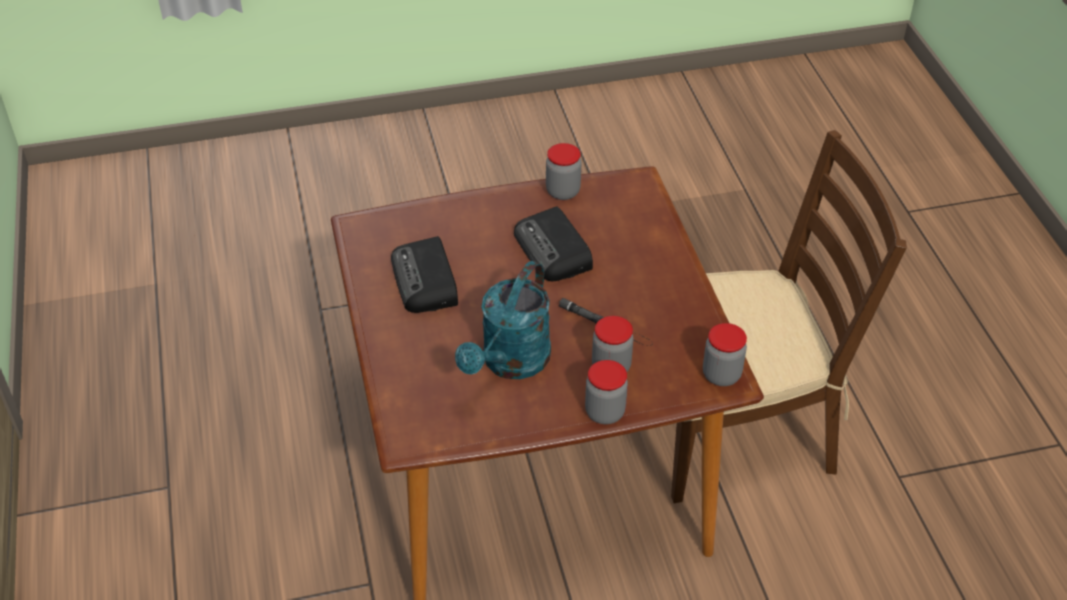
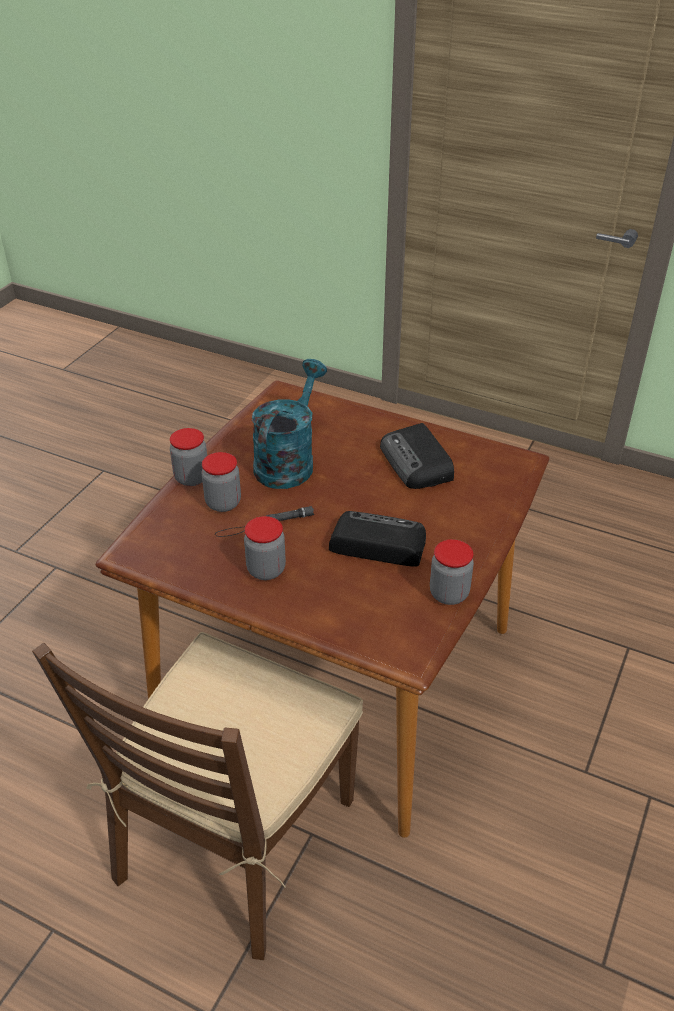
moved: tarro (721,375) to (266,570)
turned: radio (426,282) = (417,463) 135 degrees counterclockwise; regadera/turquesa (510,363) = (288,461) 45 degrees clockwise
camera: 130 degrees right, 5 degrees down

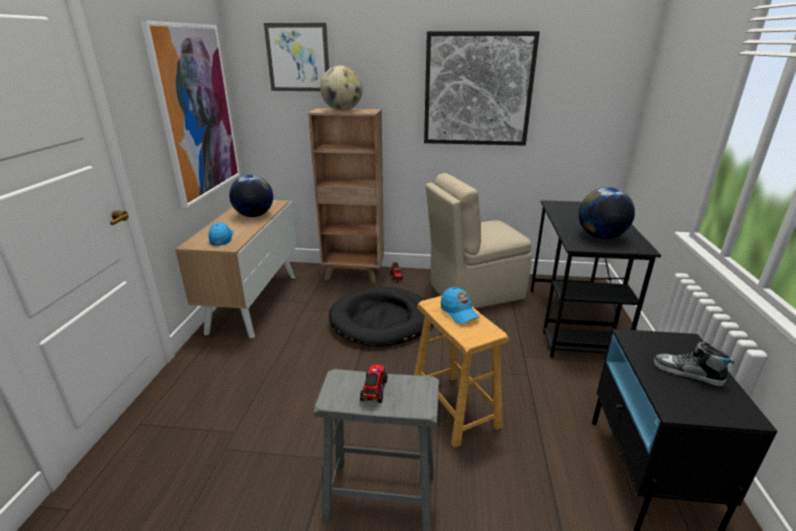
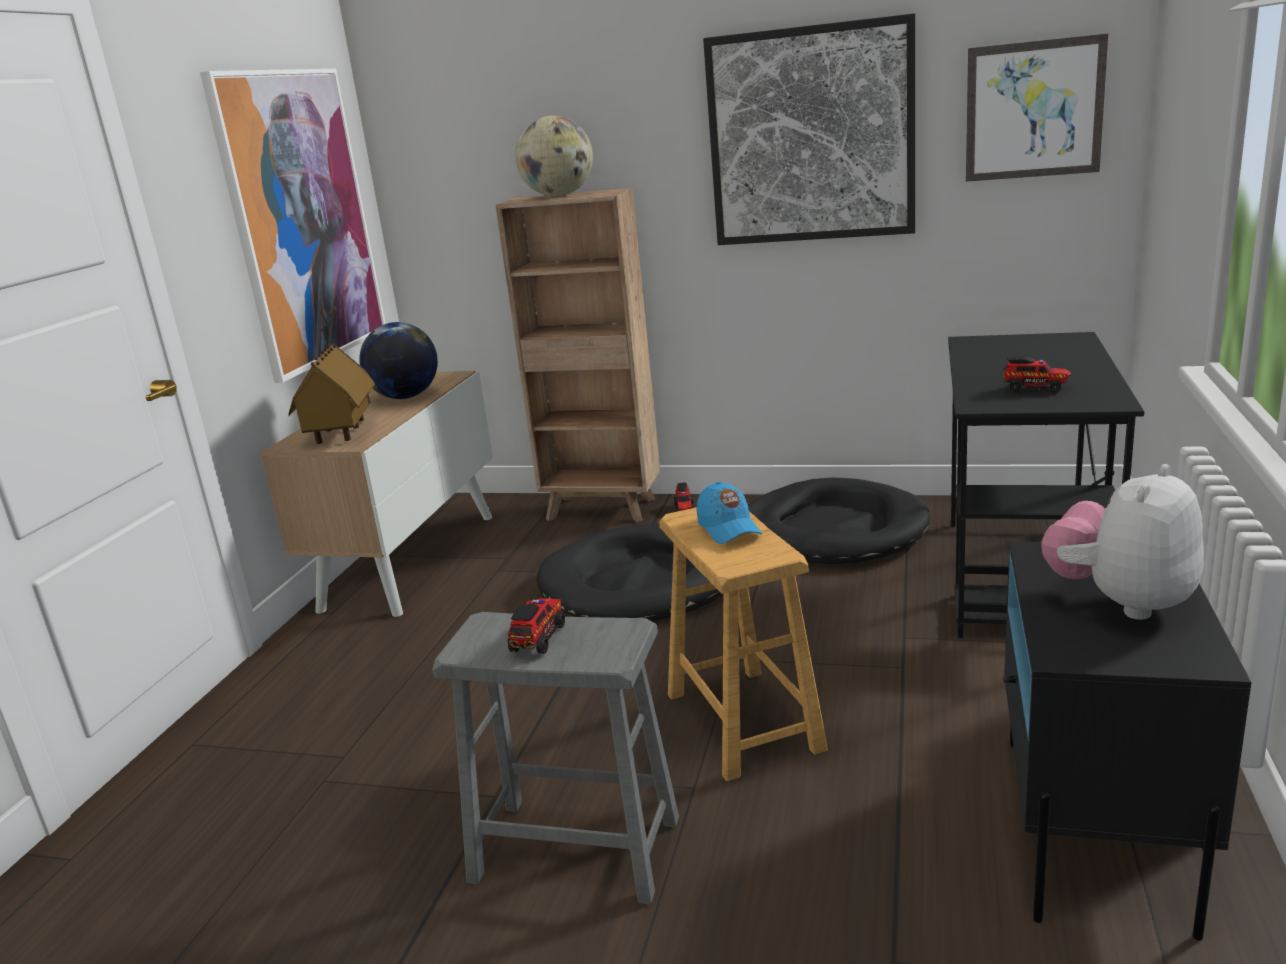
moved: cuadro (298,58) to (1033,110)
replaced: gorra/azul (221,238) to casita (340,433); silla/beis (473,292) to cama para perro/negro (832,530); globo terráqueo (600,237) to camión de juguete (1036,389); zapato (687,373) to peluche (1121,602)
camera: 10 degrees right, 5 degrees down

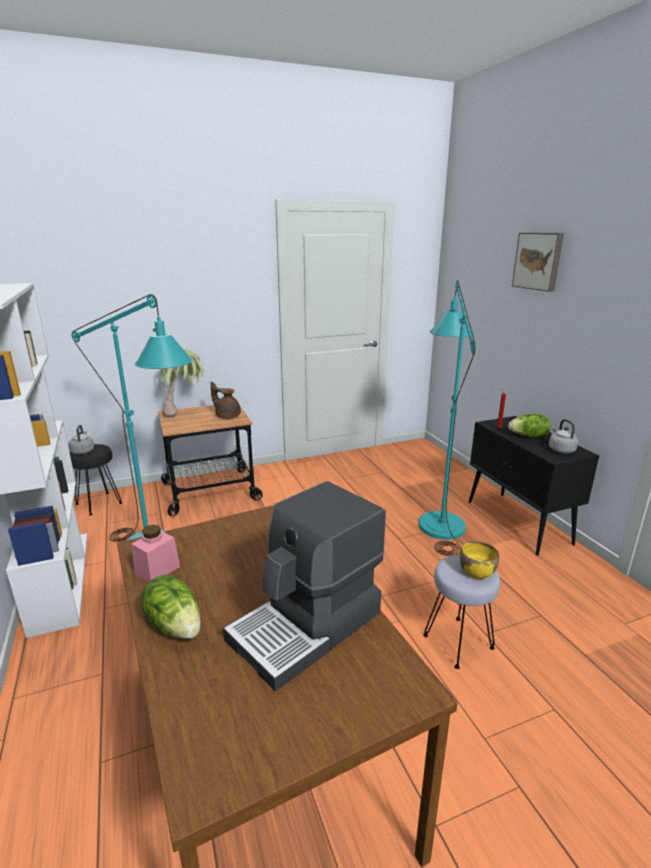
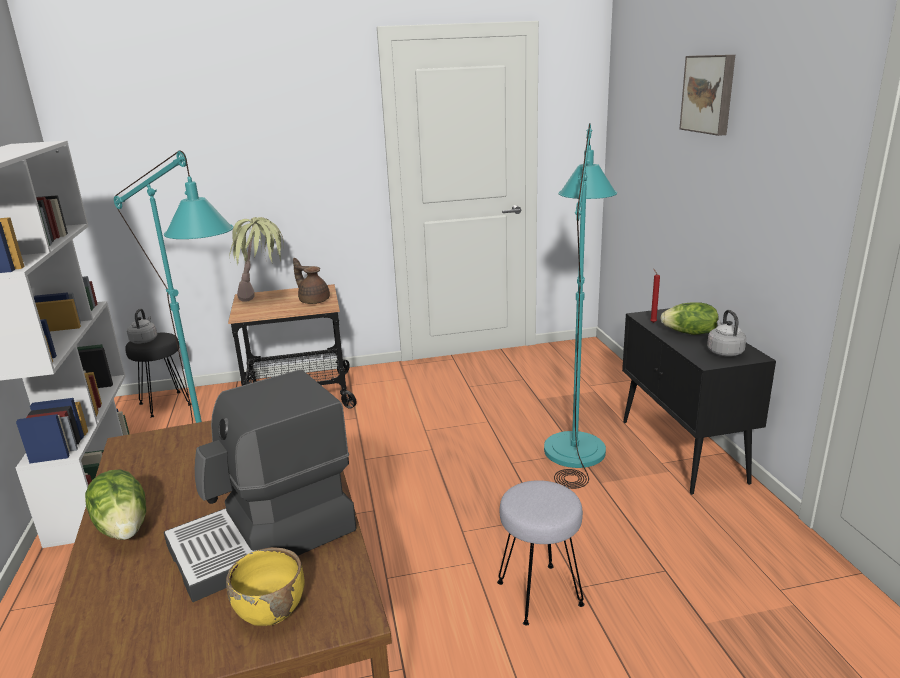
removed: tarro/rosa (157,570)
moved: cuenco/amarillo (476,572) to (271,609)
camera: 10 degrees right, 0 degrees up

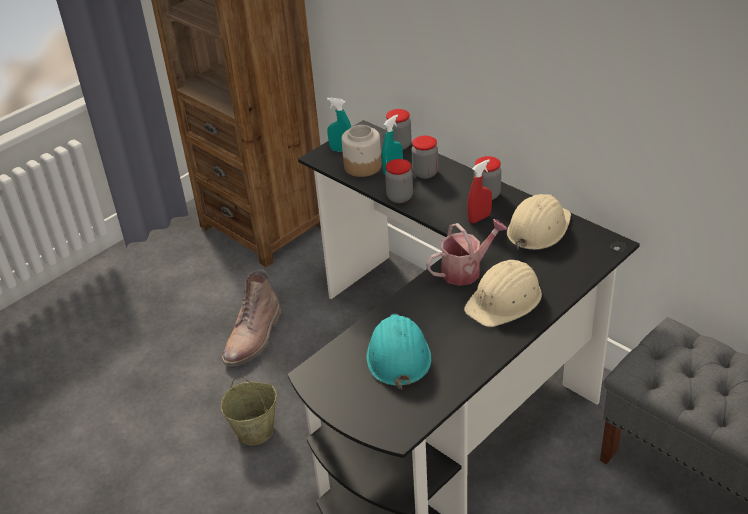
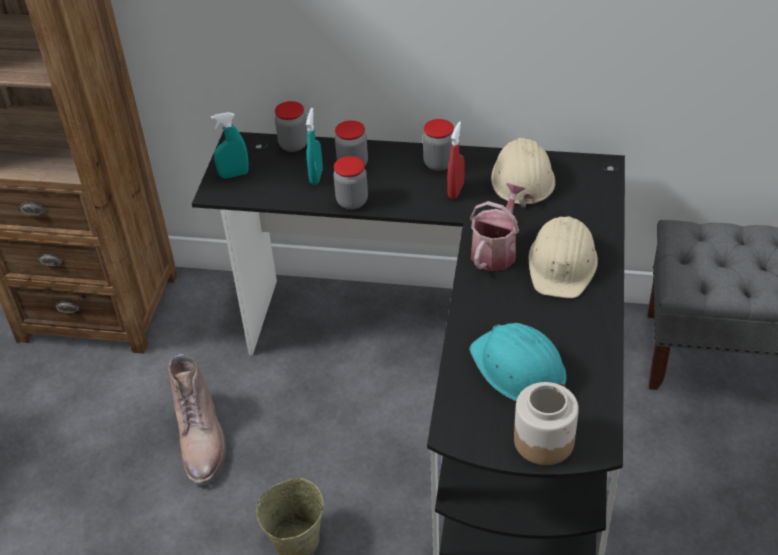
moved: tarro (363,166) to (544,440)
camera: 35 degrees left, 5 degrees up

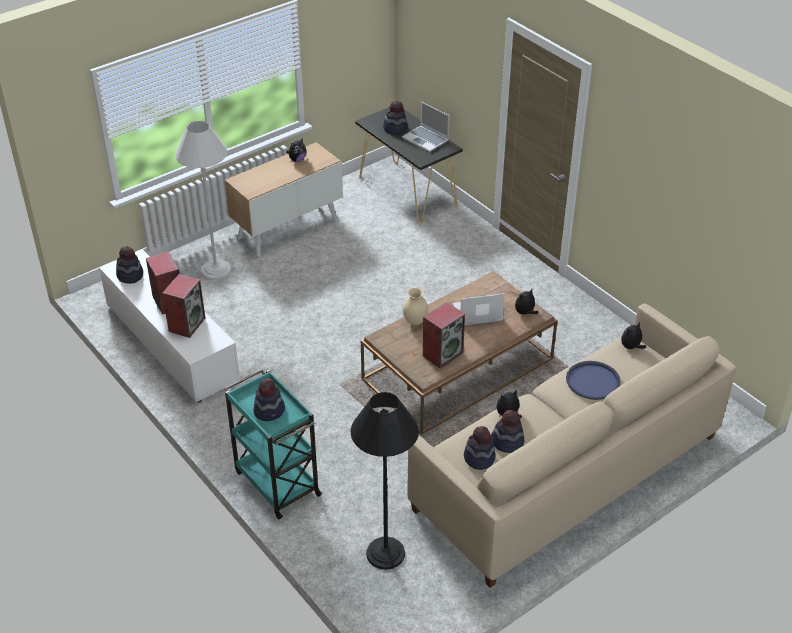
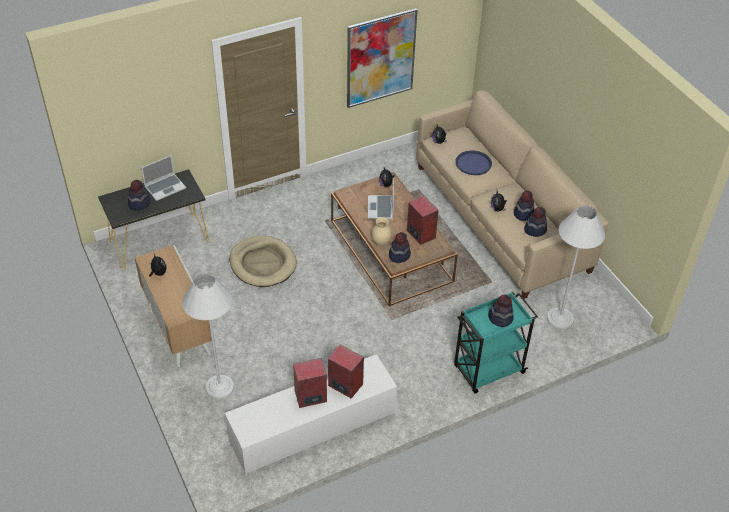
added: cama para perro/beis (263,264); cuadro (380,58)
moved: sombrero (130,275) to (399,255)
recoloured: lámpara de pie/negro (385,553) to lámpara de pie/blanco (560,318)
camera: 80 degrees left, 5 degrees up

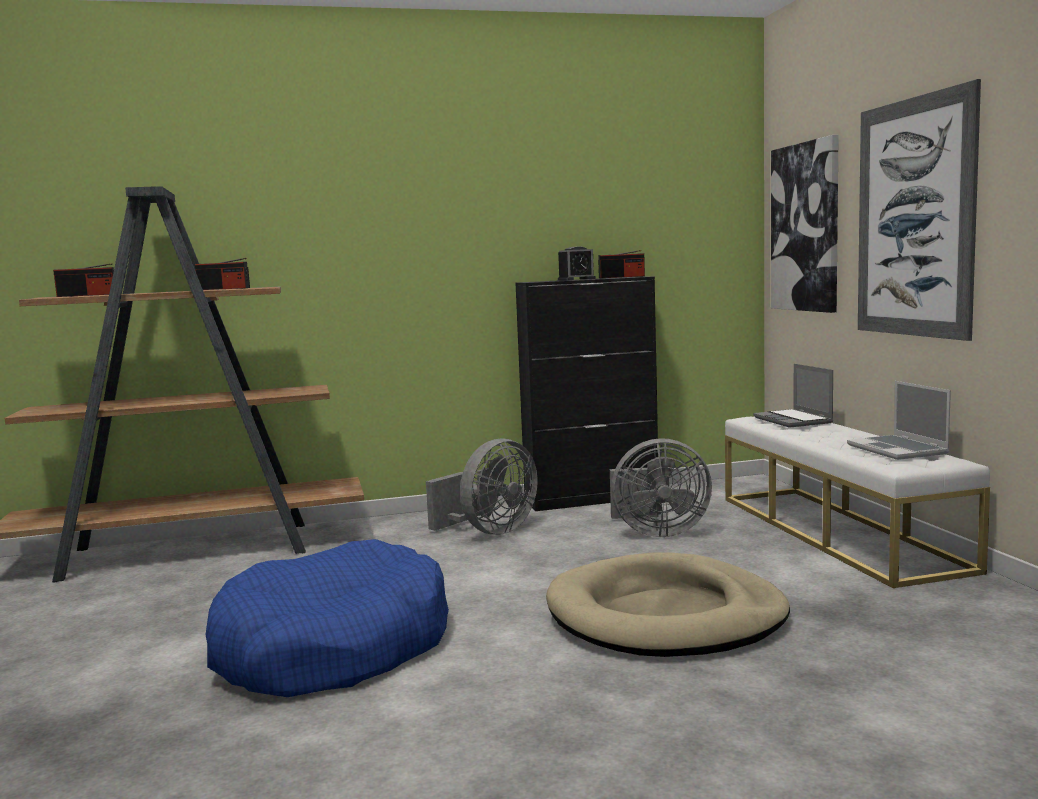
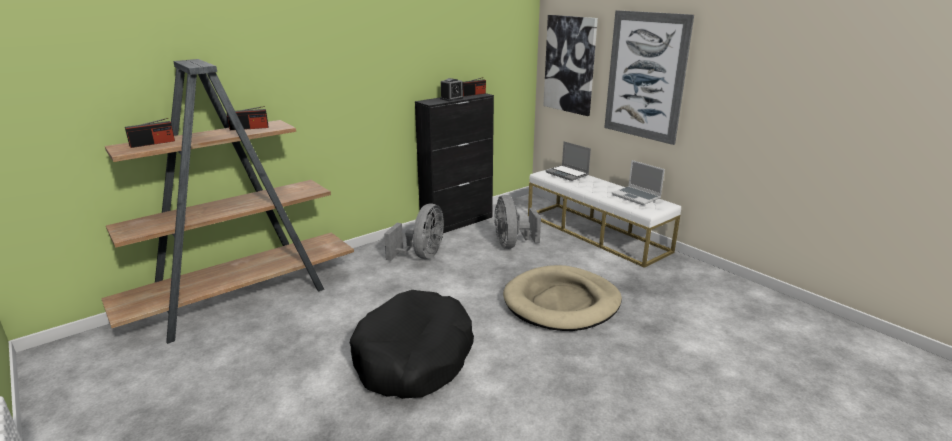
recoloured: cama para perro/azul (332,648) to cama para perro/negro (414,358)
turned: ventilador/gris (656,532) = (512,244) 105 degrees clockwise
camera: 25 degrees left, 15 degrees up

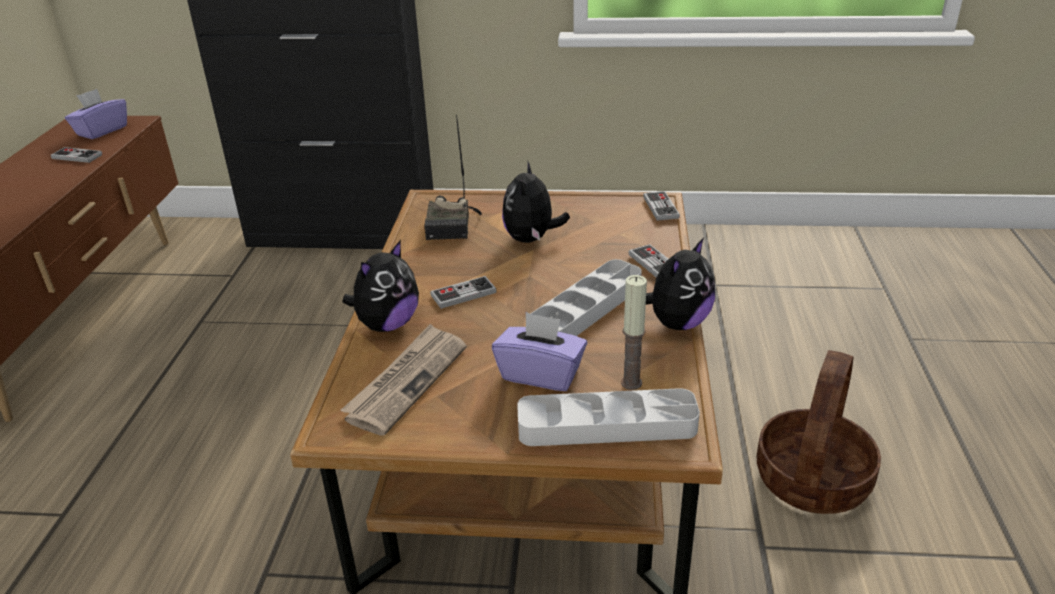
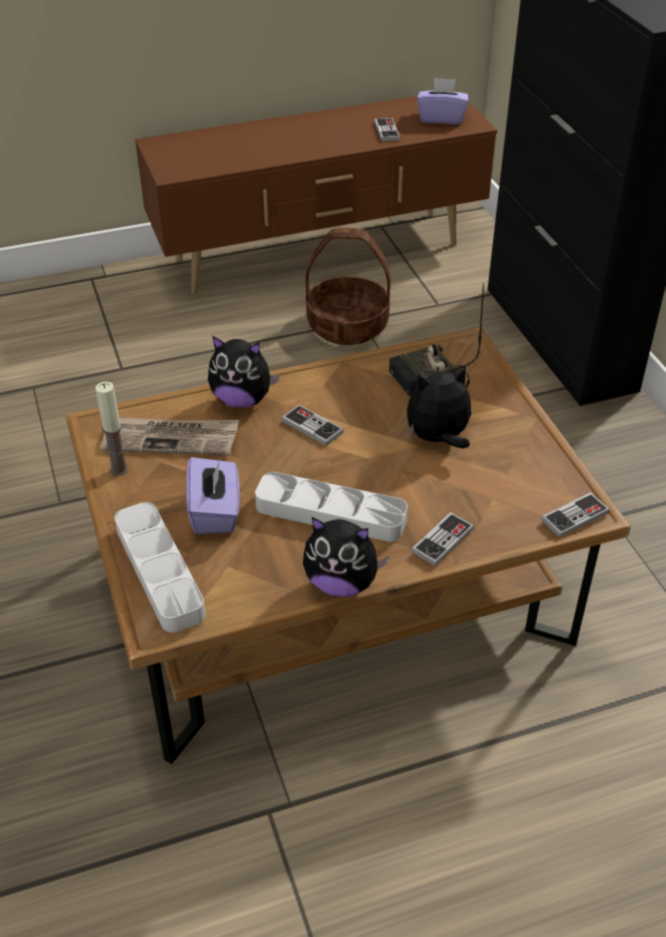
moved: vela (631,383) to (119,469); cesta (813,480) to (347,325)
camera: 65 degrees right, 10 degrees up

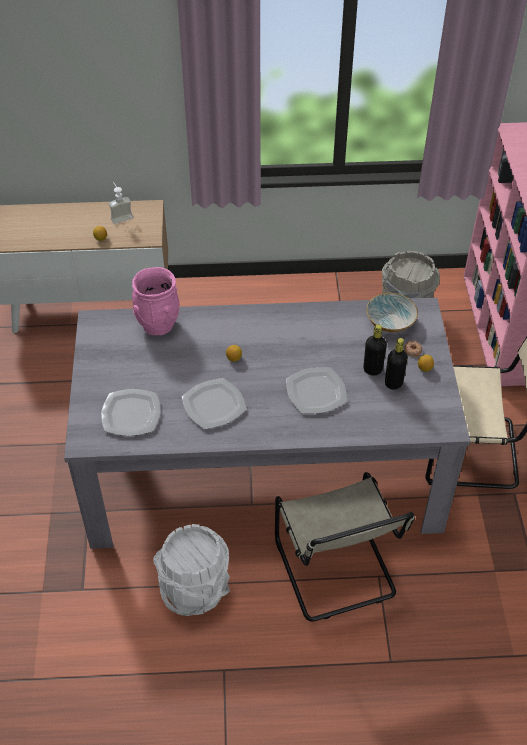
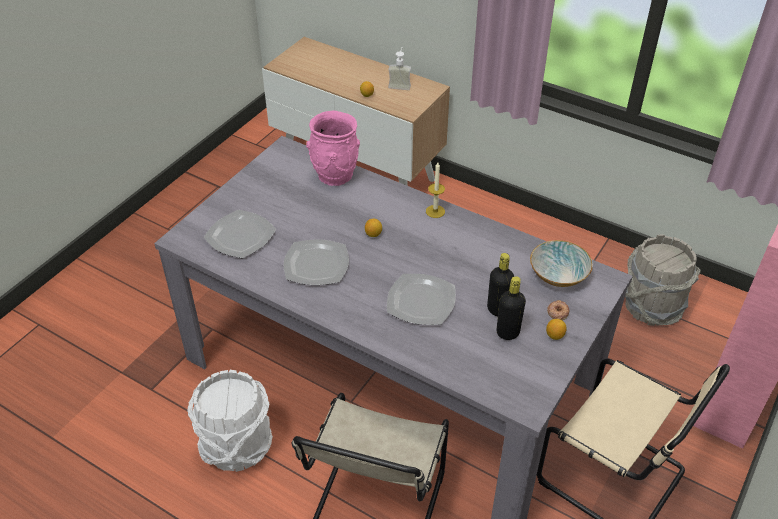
added: vela (435,211)
camera: 35 degrees right, 5 degrees down

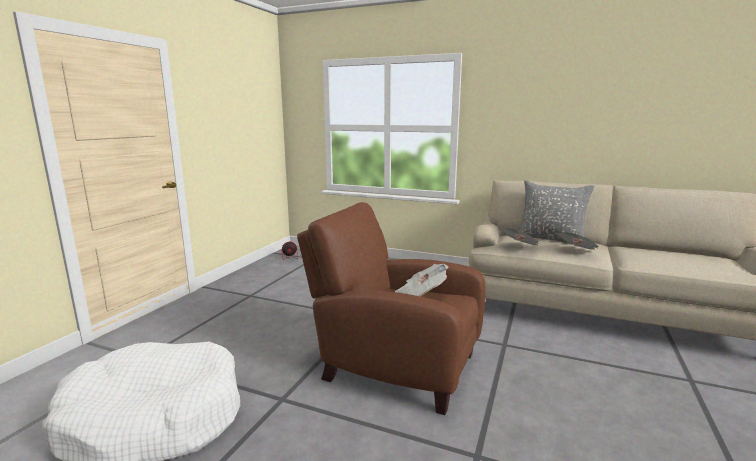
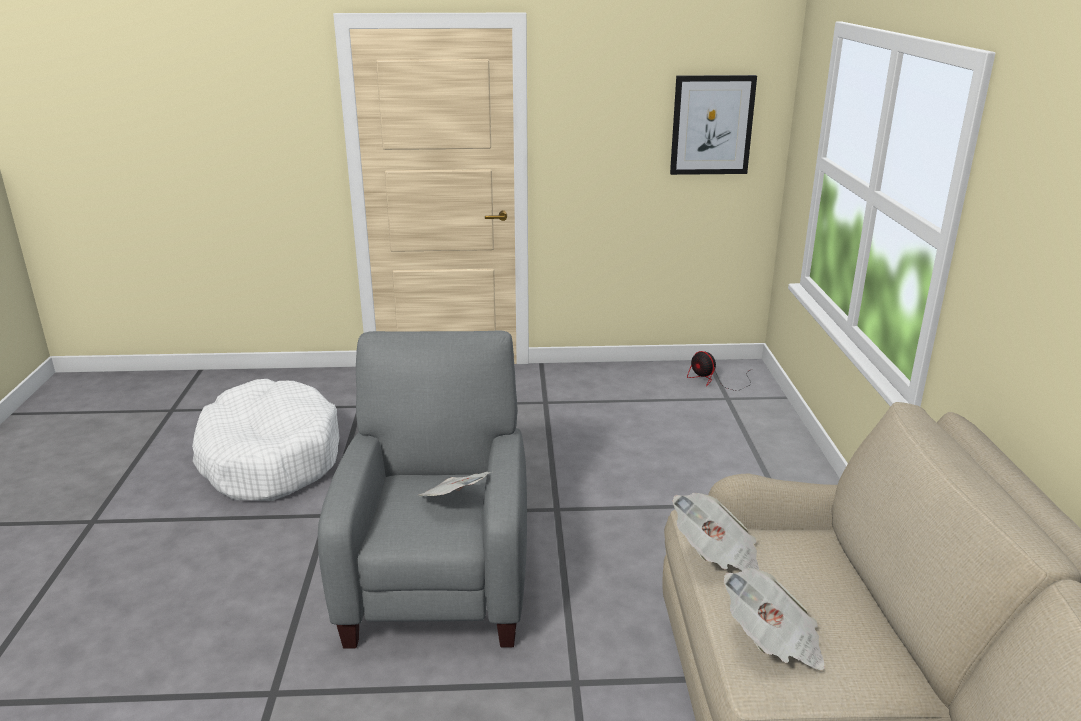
removed: cojín/gris (550,239)
added: cuadro (712,125)
recoloured: sillón/marrón (395,365) to sillón/gris (439,576)
camera: 65 degrees right, 10 degrees up

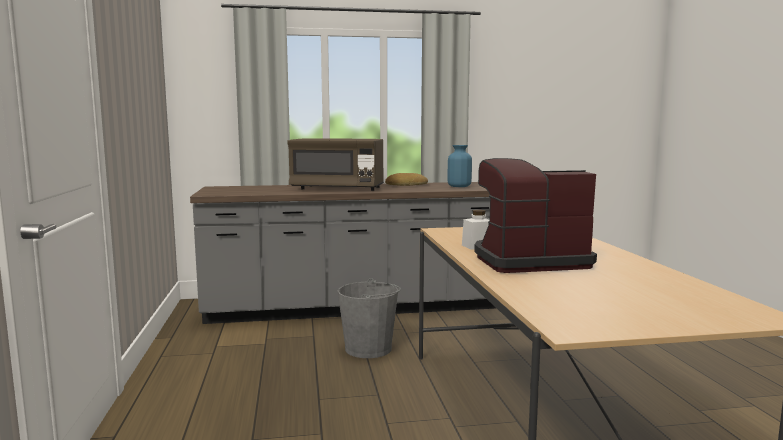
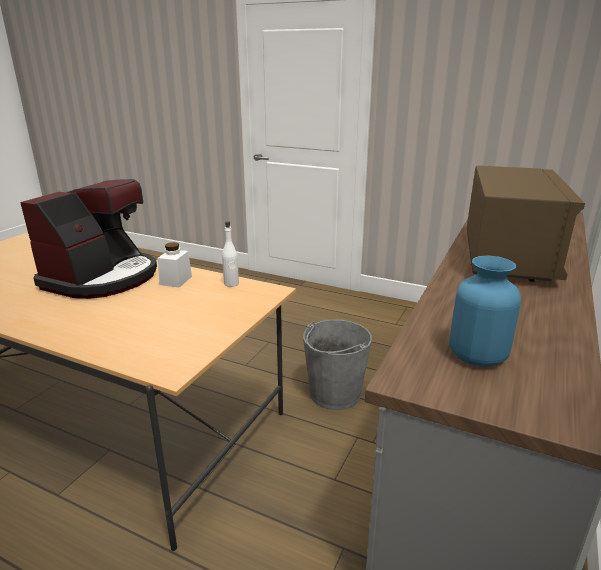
removed: pan (406,184)
added: botella/blanco (231,284)
turned: microondas/marrón (337,188) = (507,258) 150 degrees clockwise
camera: 125 degrees right, 15 degrees up

